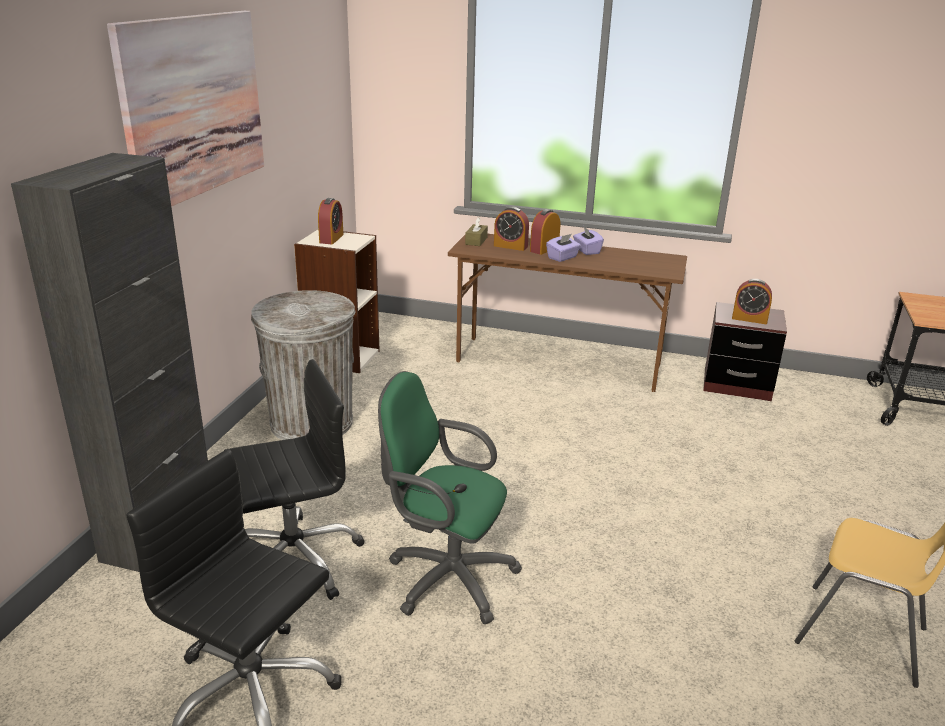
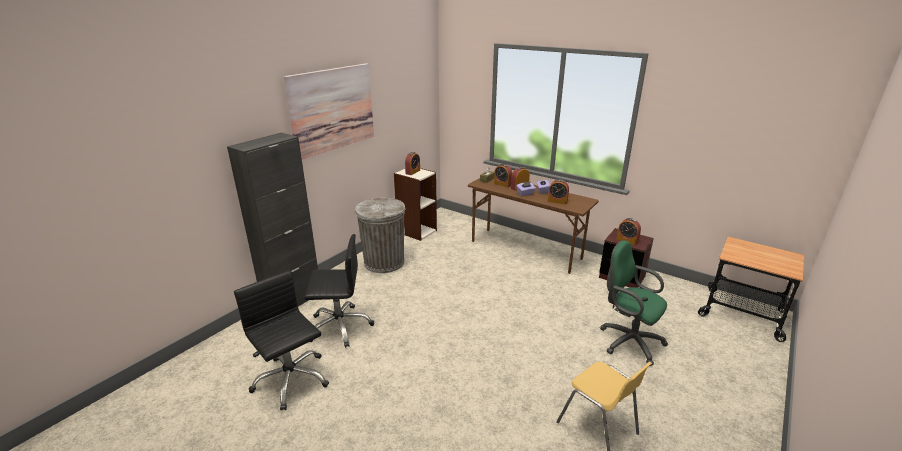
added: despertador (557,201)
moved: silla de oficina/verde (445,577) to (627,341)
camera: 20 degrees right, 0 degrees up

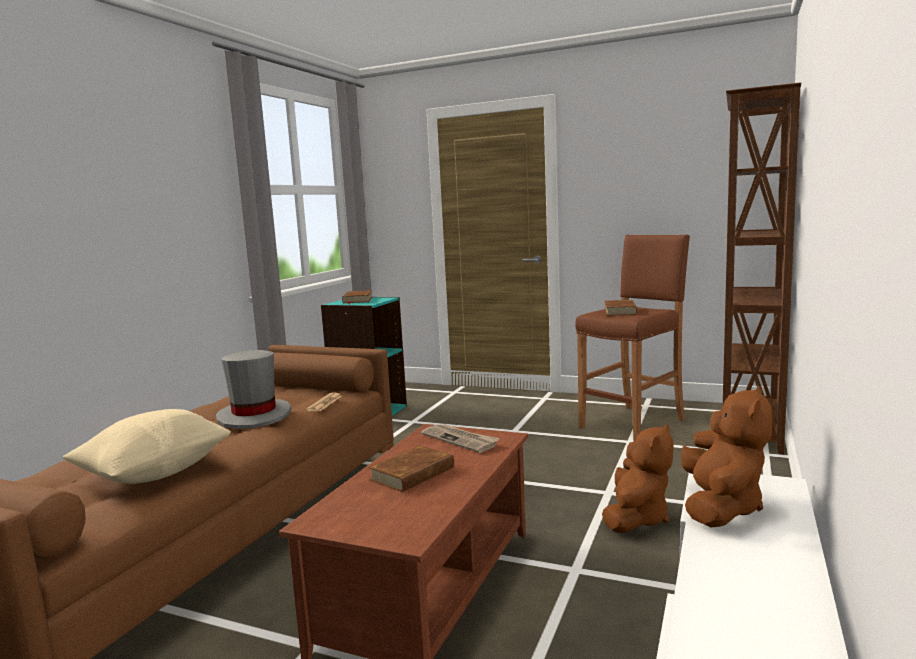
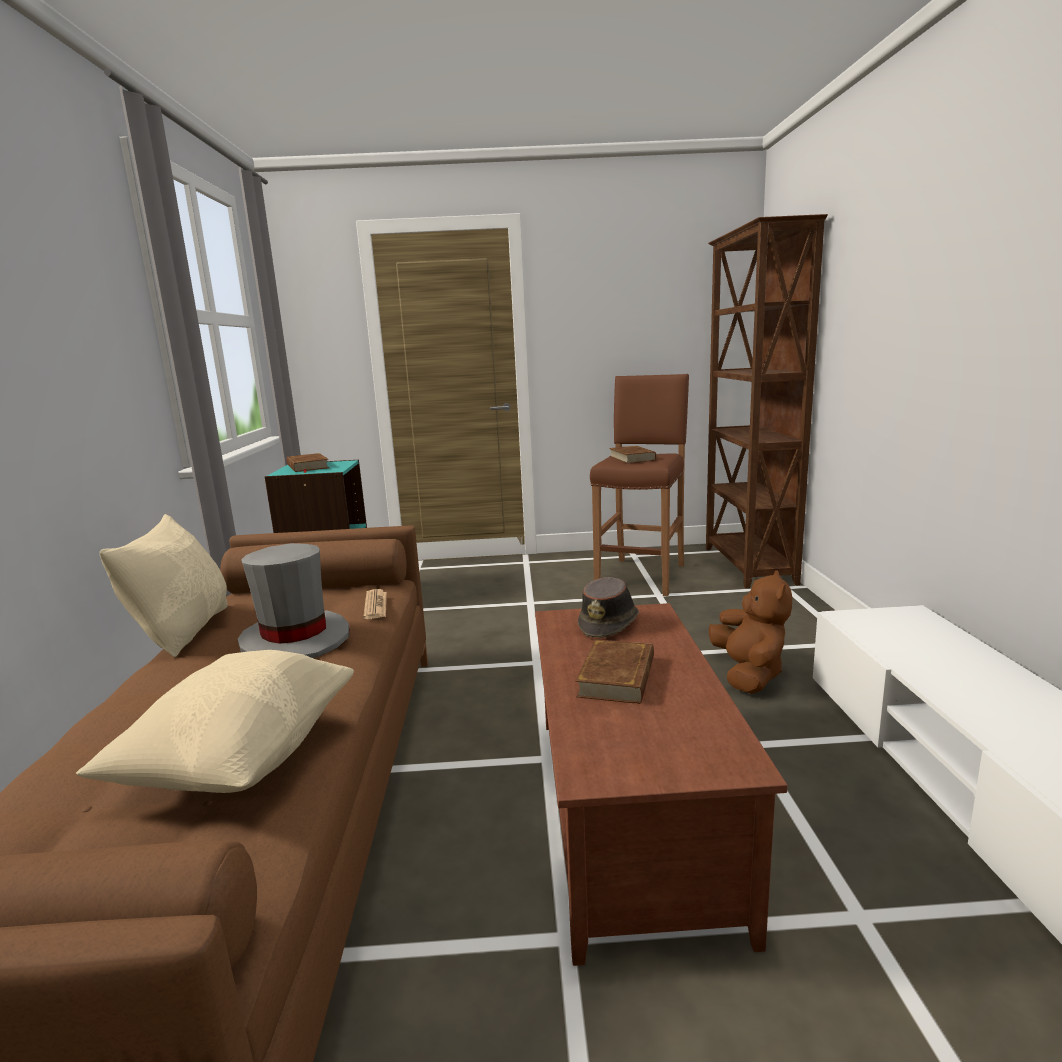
removed: peluche/marrón (720,508)
added: cojín/beis (183,631)
replaced: periódico (460,440) to sombrero/marrón (609,624)
camera: 25 degrees left, 5 degrees up

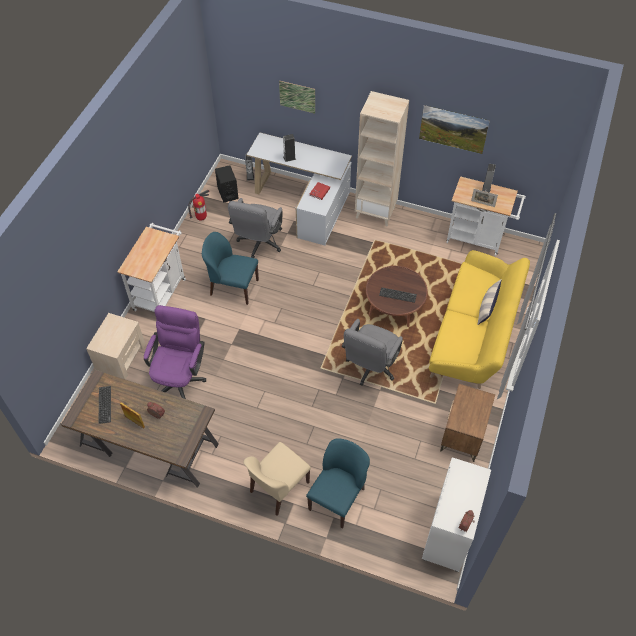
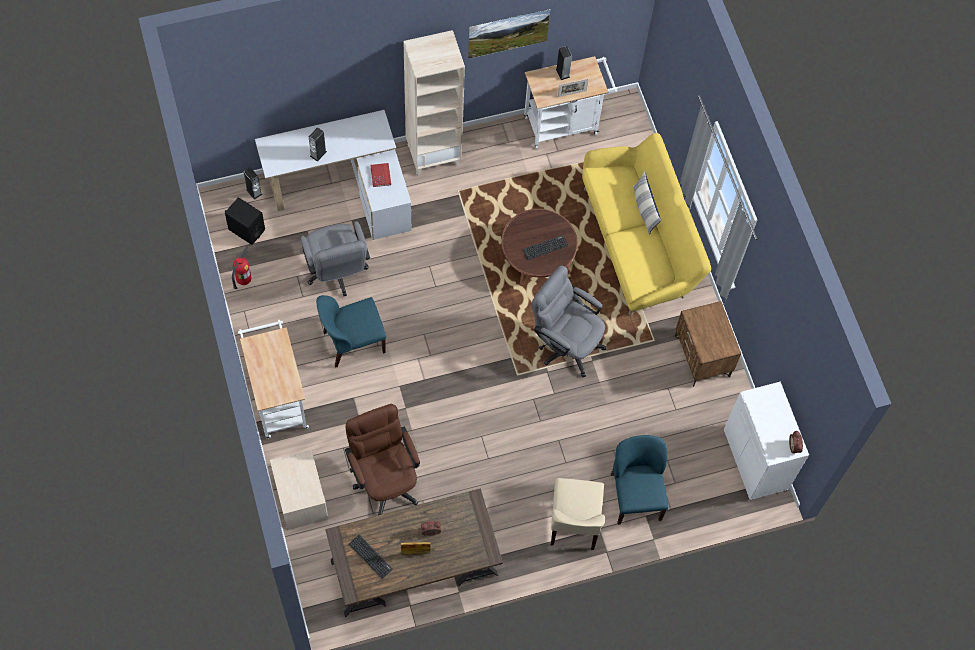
removed: cuadro (297,96)
recoloured: silla de oficina/morado (180,378) to silla de oficina/marrón (384,479)
turned: silla de oficina/gris (370,368) = (565,343) 135 degrees clockwise
camera: 40 degrees left, 10 degrees up

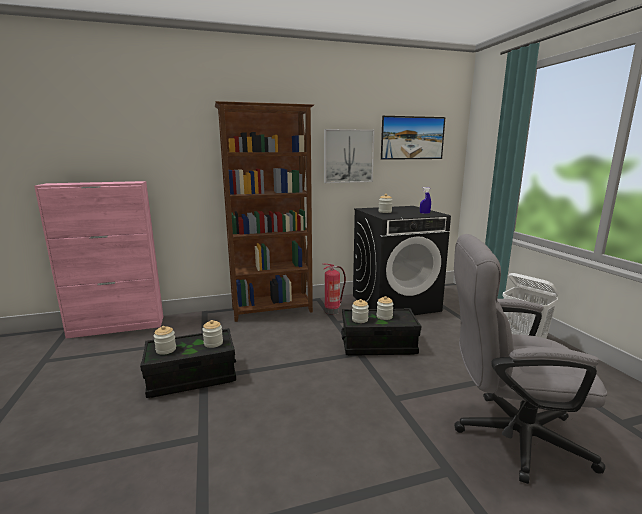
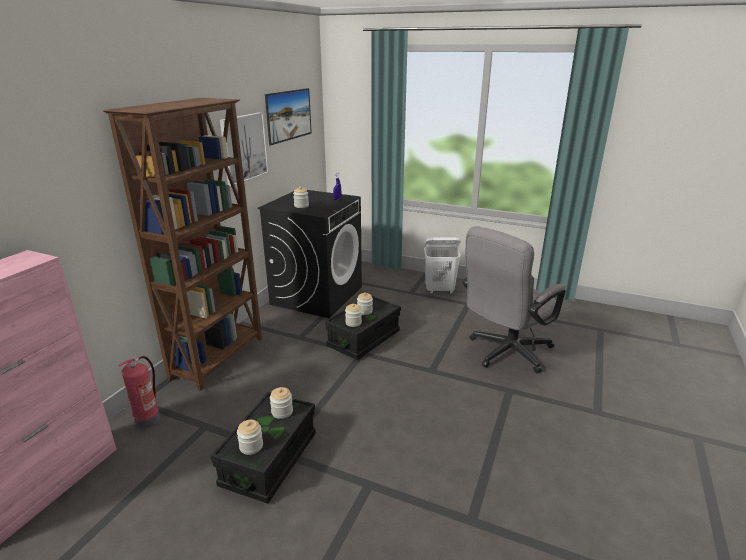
moved: extintor (332,311) to (148,418)
camera: 50 degrees left, 10 degrees up

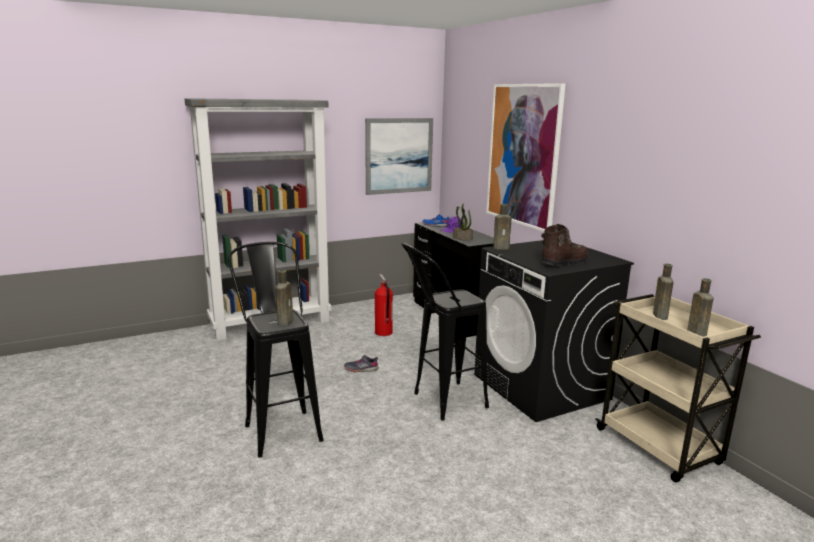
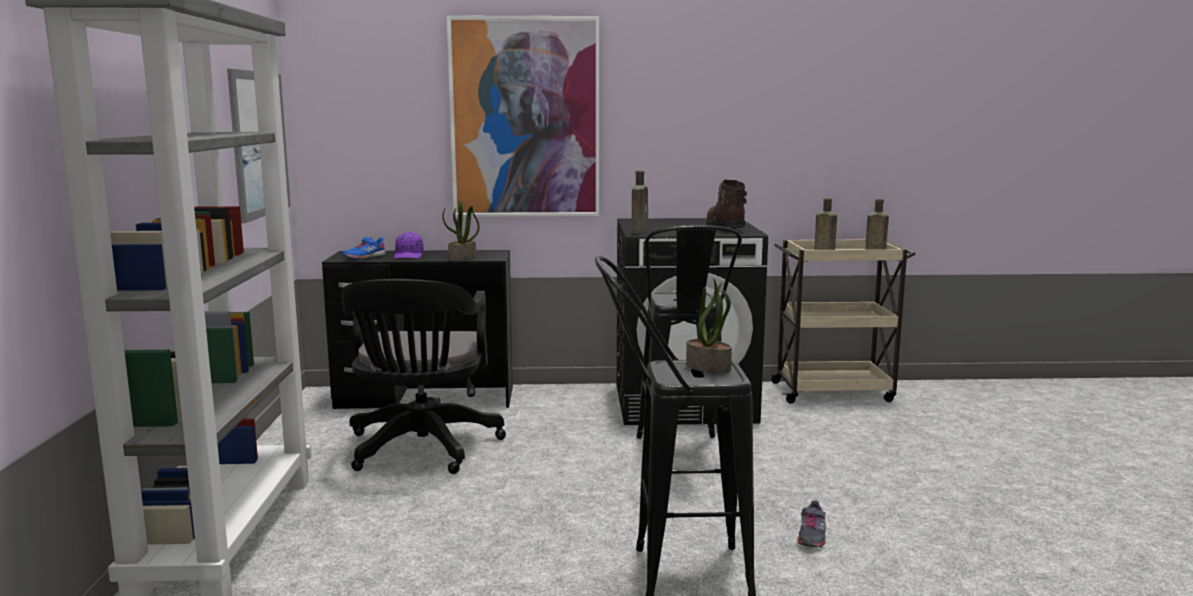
moved: zapato/gris (361,369) to (811,536)
replaced: botella/marrón (286,321) to planta en maceta (709,367); extintor (383,333) to silla de oficina/negro (421,450)
camera: 65 degrees left, 5 degrees down

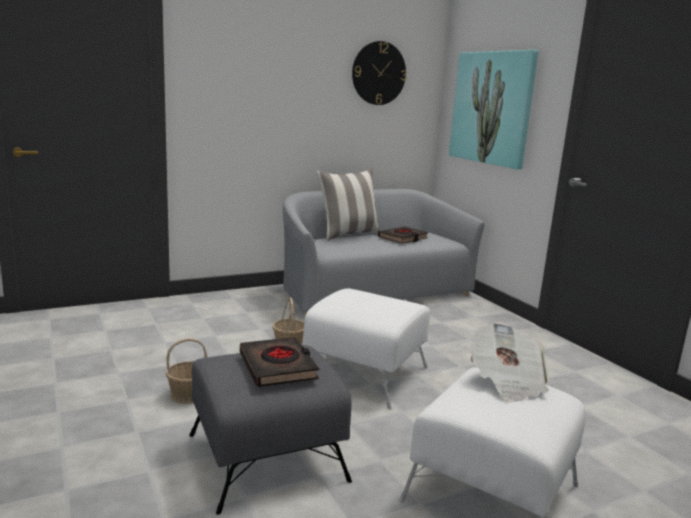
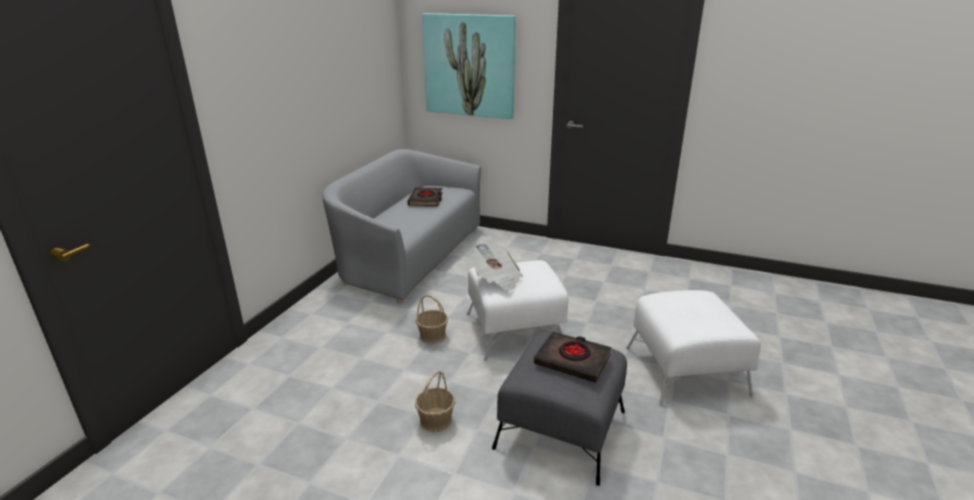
removed: cojín (348,235); reloj de pared (378,73)
moved: periódico (507,382) to (496,279)
camera: 40 degrees left, 10 degrees up

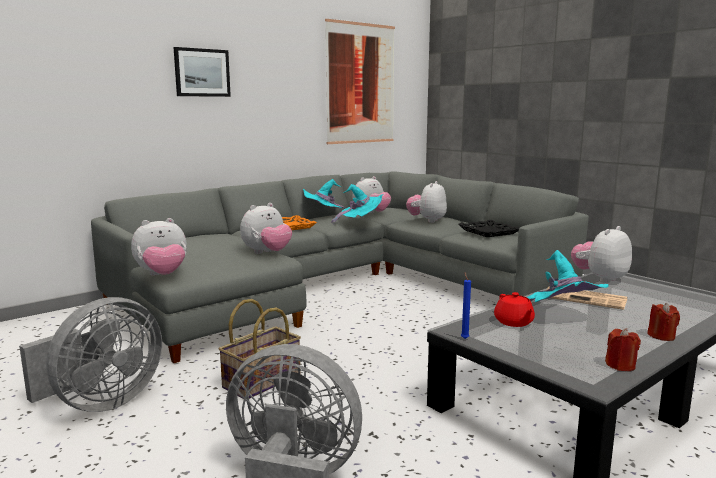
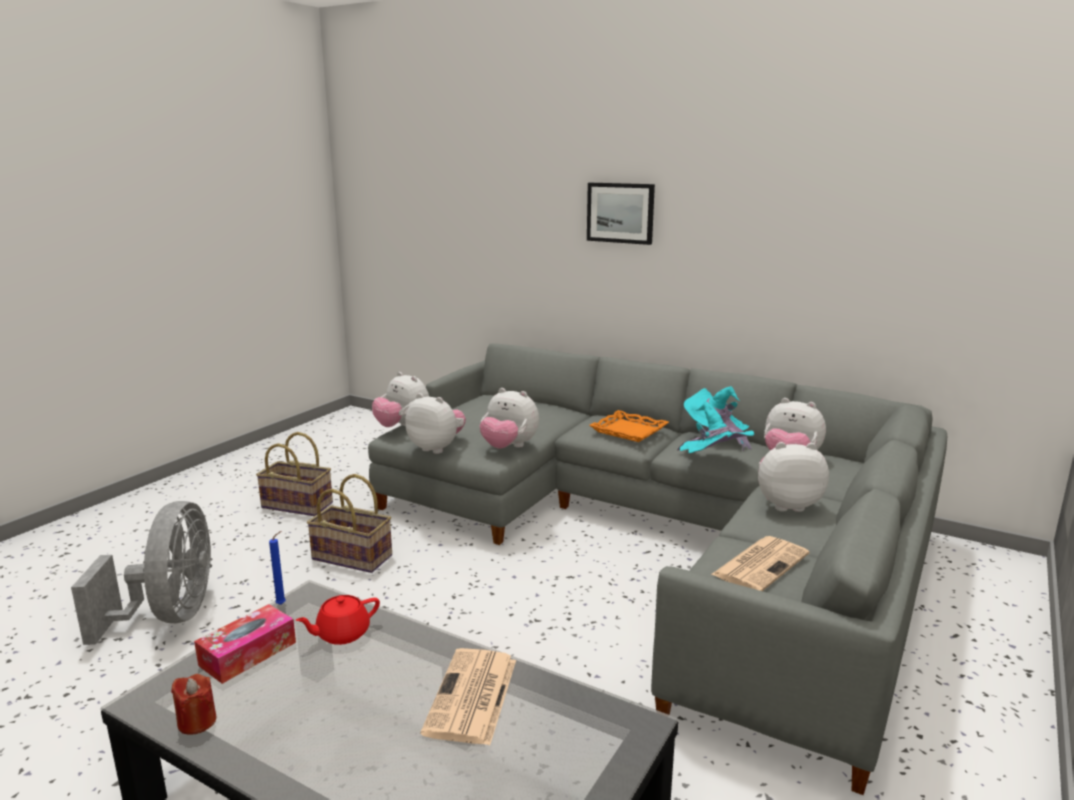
removed: cuadro (360,83); sombrero/turquesa (562,315); vela/rojo (661,336)
added: caja de pañuelos (248,653)
moved: peluche (600,279) to (437,448)
replaced: ventilador/gris (101,403) to cesta (298,505); bandeja/negro (488,232) to periódico (760,564)
camera: 70 degrees right, 5 degrees up

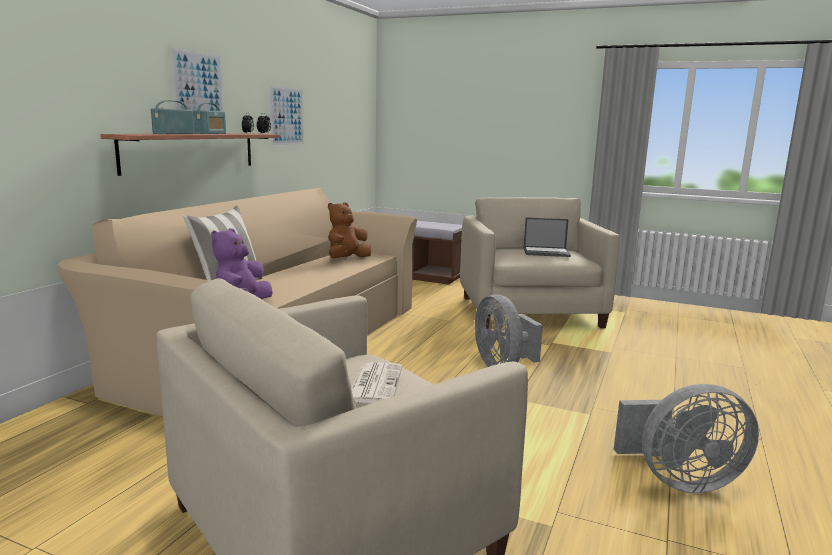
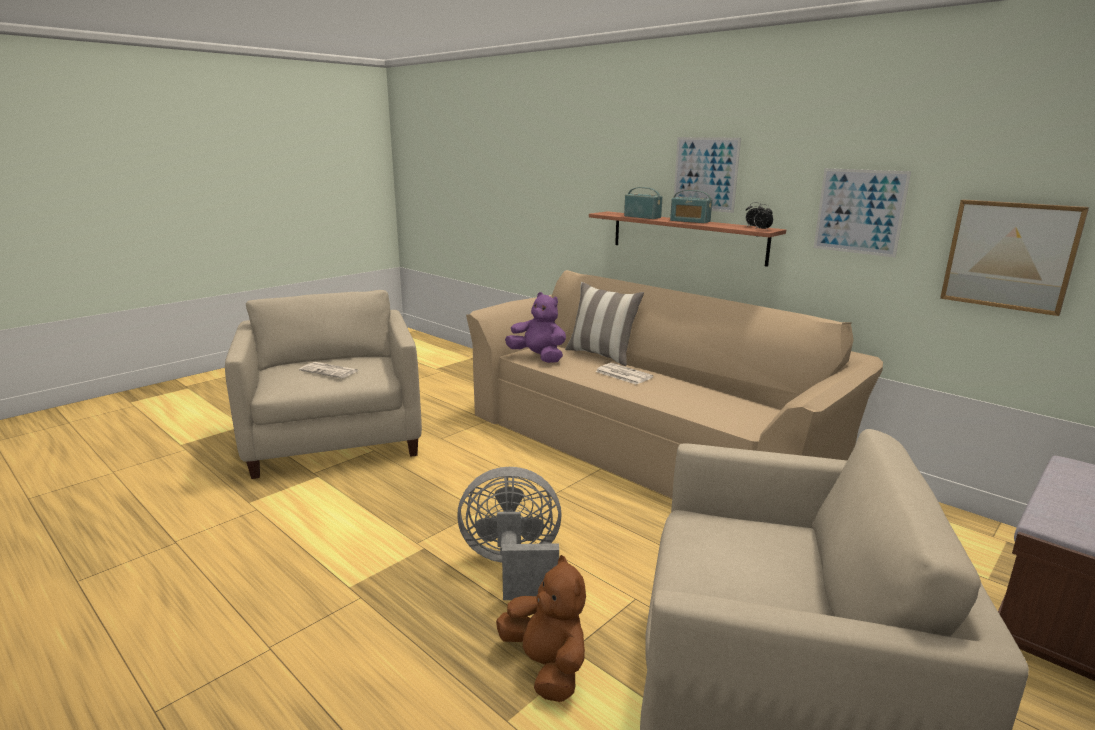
removed: portátil (546,252); ventilador/gris (679,481)
added: periódico (622,374); cuadro (1010,255)
moved: peluche/marrón (347,259) to (546,666)
camera: 110 degrees right, 5 degrees up

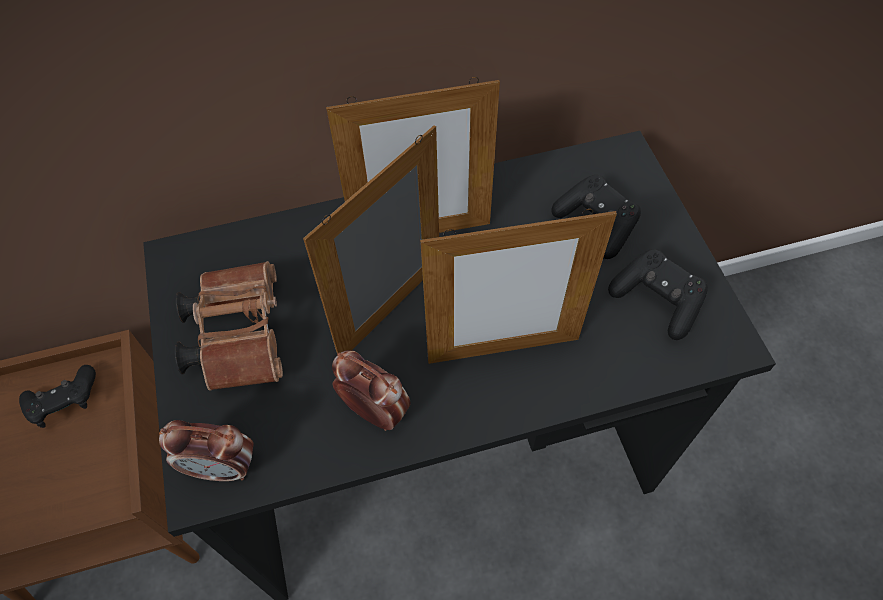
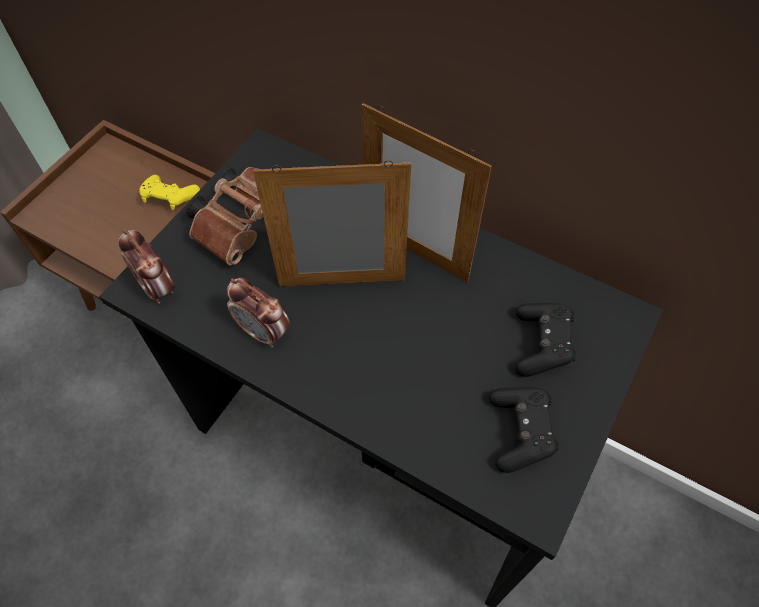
removed: portarretratos (503,350)
recoloured: mando de consola/negro (65,403) to mando de consola/amarillo (170,199)
turned: despertador (374,411) = (263,332) 135 degrees clockwise
camera: 45 degrees right, 0 degrees up

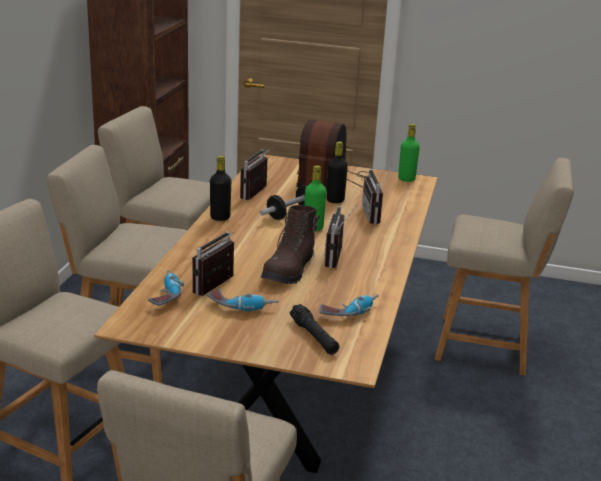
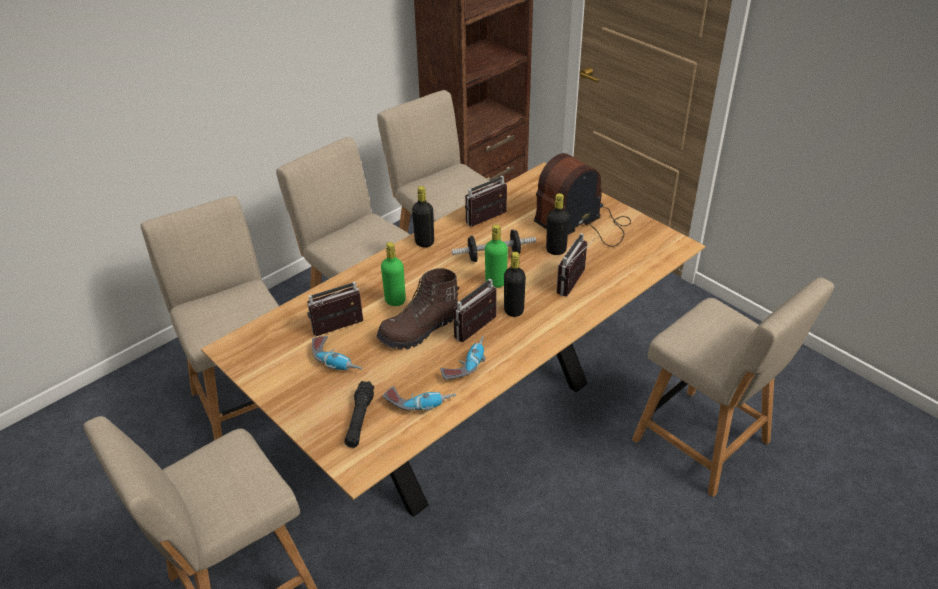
added: botella/negro (513,310)
moved: taladro (165,295) to (465,364); botella/verde (406,179) to (395,300)
camera: 35 degrees right, 15 degrees up

